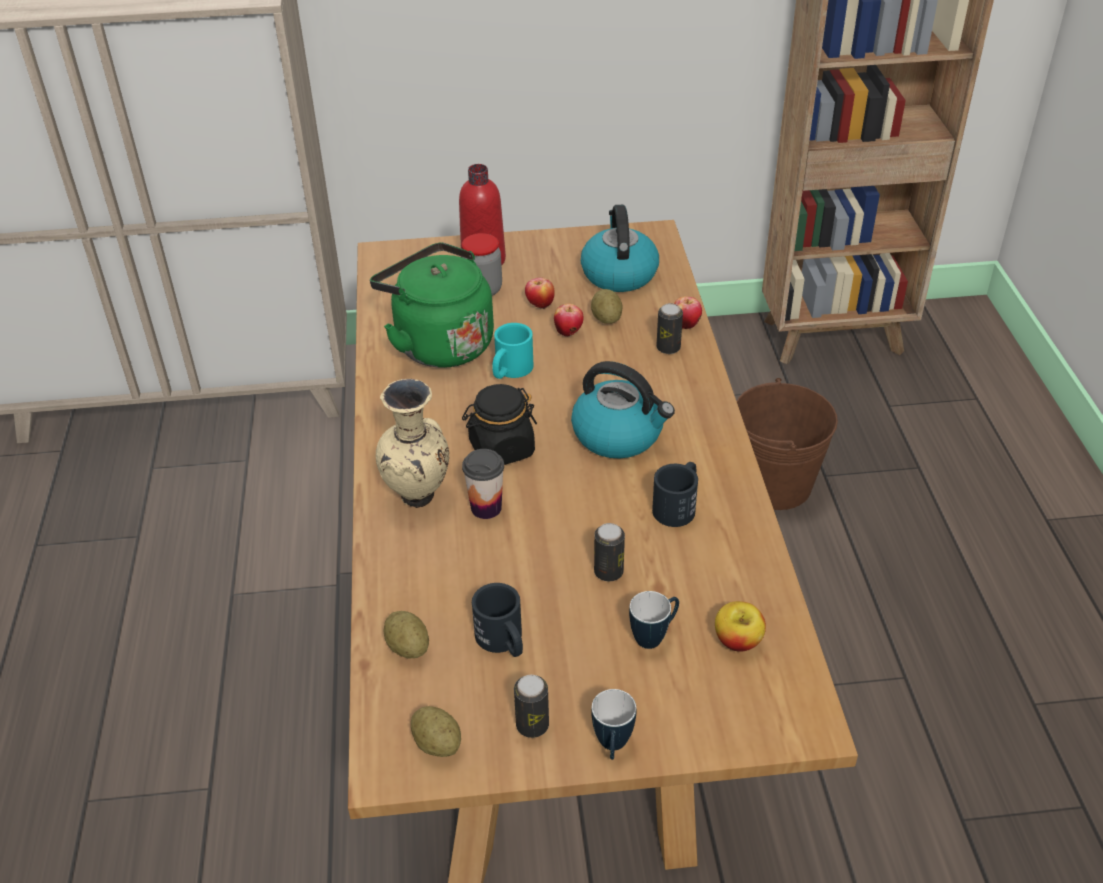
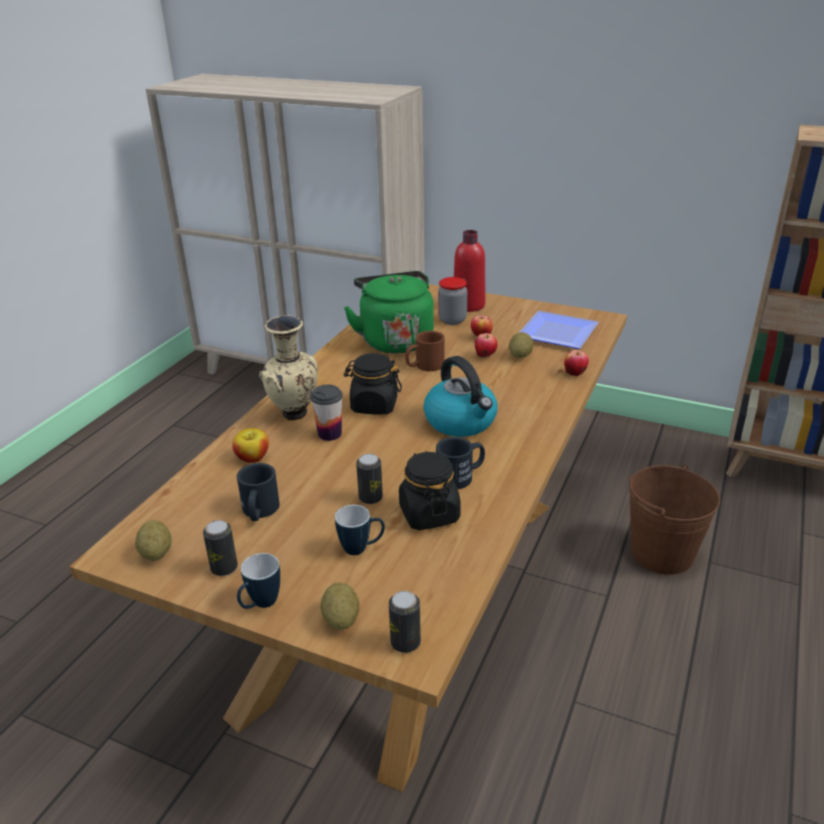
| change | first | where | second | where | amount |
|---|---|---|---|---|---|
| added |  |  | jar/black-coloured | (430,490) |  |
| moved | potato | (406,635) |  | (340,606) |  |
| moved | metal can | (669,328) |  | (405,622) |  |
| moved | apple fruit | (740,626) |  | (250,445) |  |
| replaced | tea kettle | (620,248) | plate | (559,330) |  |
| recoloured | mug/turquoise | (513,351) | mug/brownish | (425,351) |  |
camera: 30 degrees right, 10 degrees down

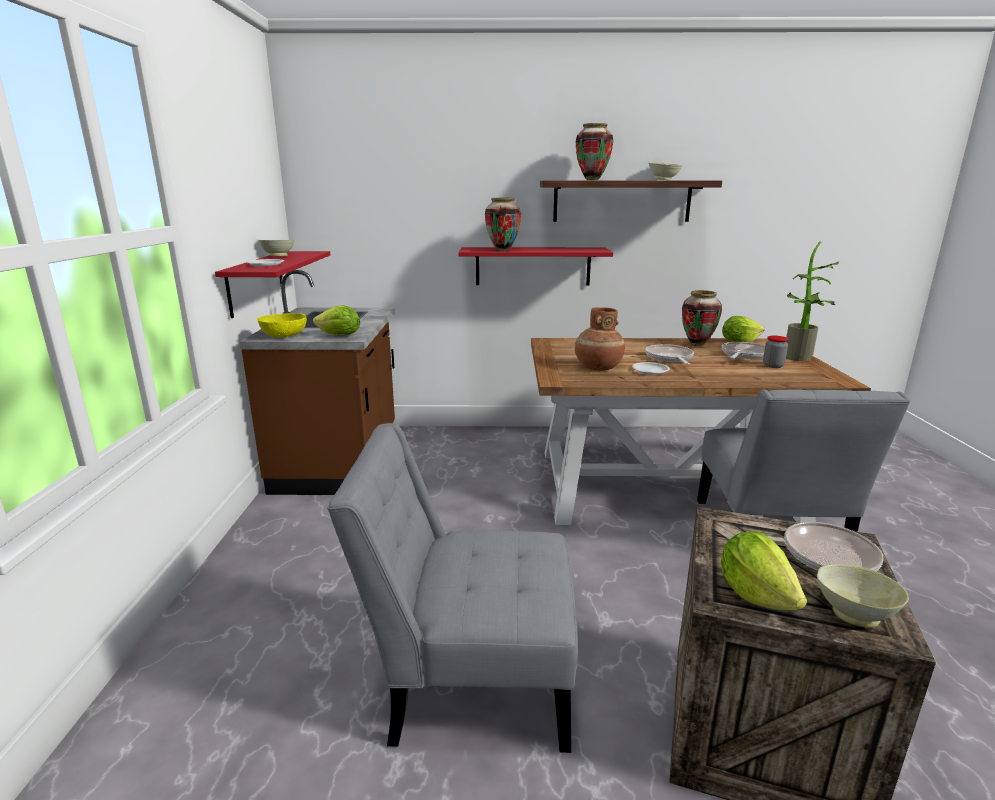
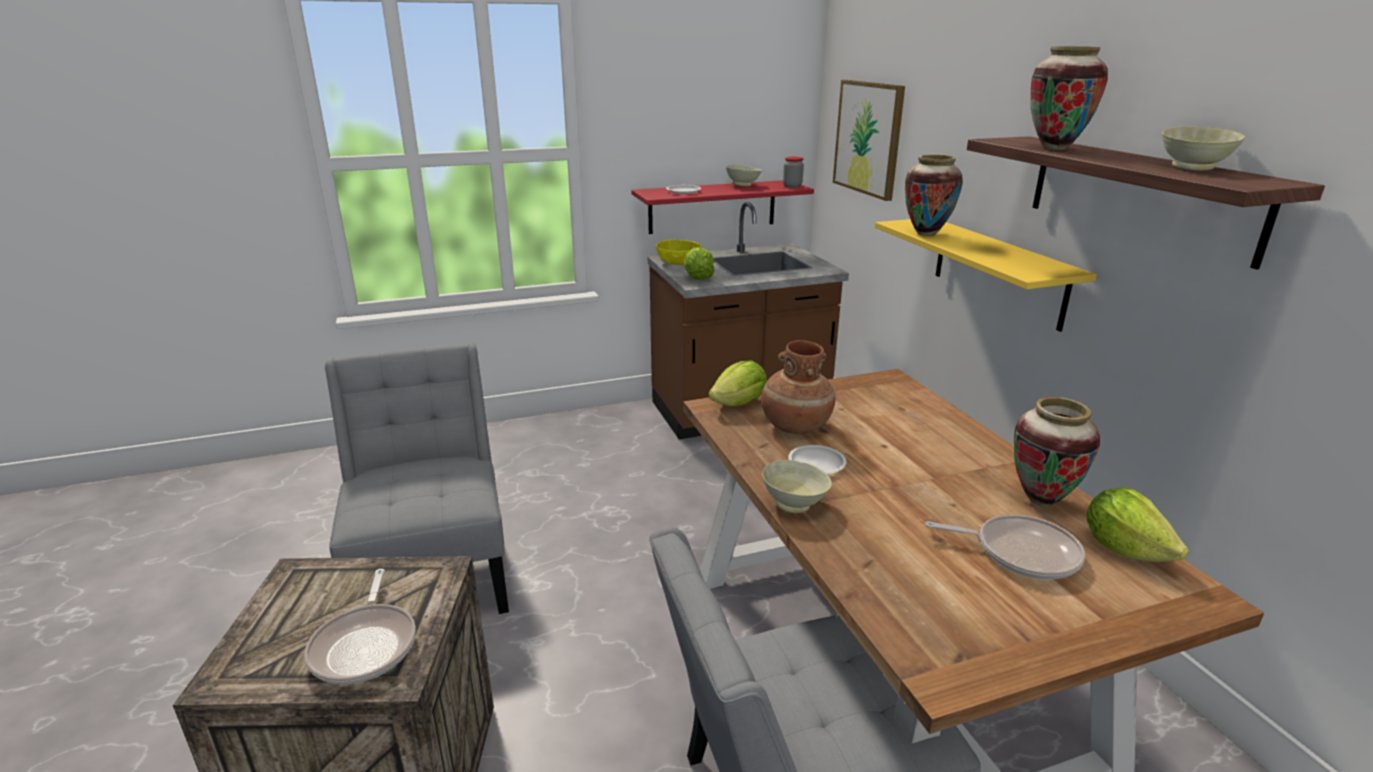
| change | first | where | second | where | amount |
|---|---|---|---|---|---|
| removed | pan | (669,354) |  |  |  |
| removed | plant in a pot | (812,301) |  |  |  |
| added |  |  | picture | (869,140) |  |
| moved | head of lettuce | (764,571) |  | (737,383) |  |
| moved | jar | (775,352) |  | (793,172) |  |
| moved | deep dish/sand-coloured | (863,596) |  | (797,486) |  |
| recoloured | bracket shelf/red | (535,266) | bracket shelf/yellow | (986,275) |  |
camera: 70 degrees right, 5 degrees up

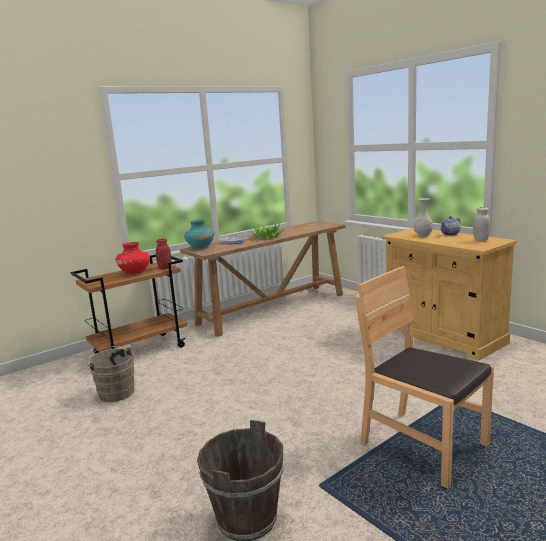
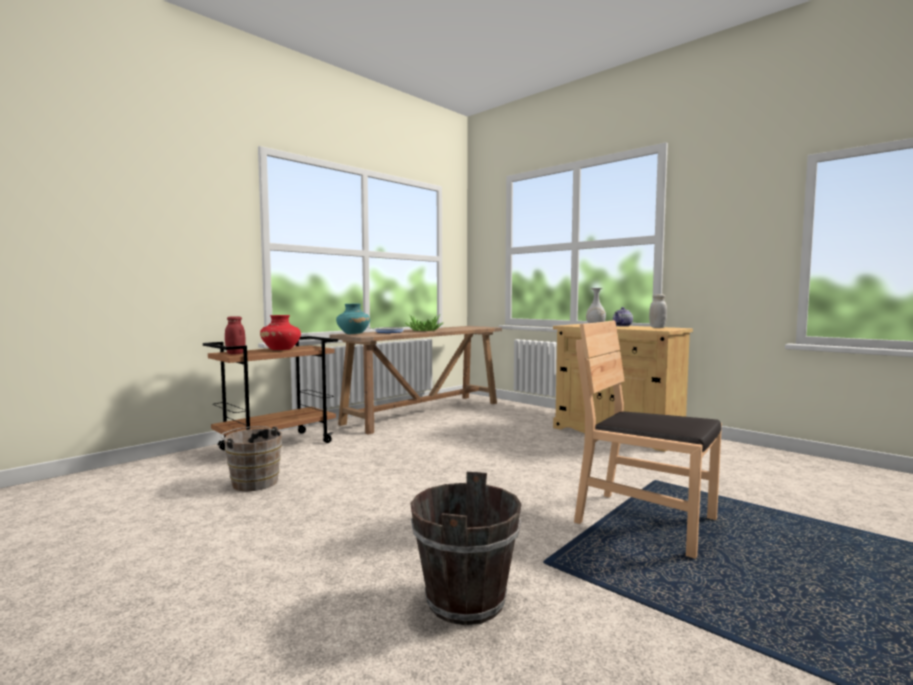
| change | first | where | second | where | amount |
|---|---|---|---|---|---|
| moved | jar/red | (164,254) |  | (235,335) |  |
camera: 10 degrees left, 10 degrees down

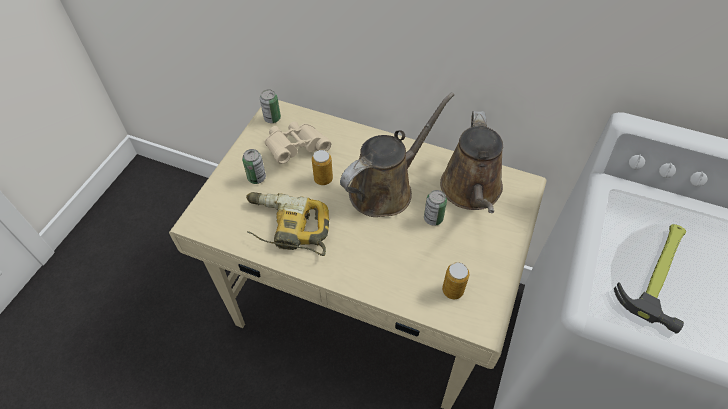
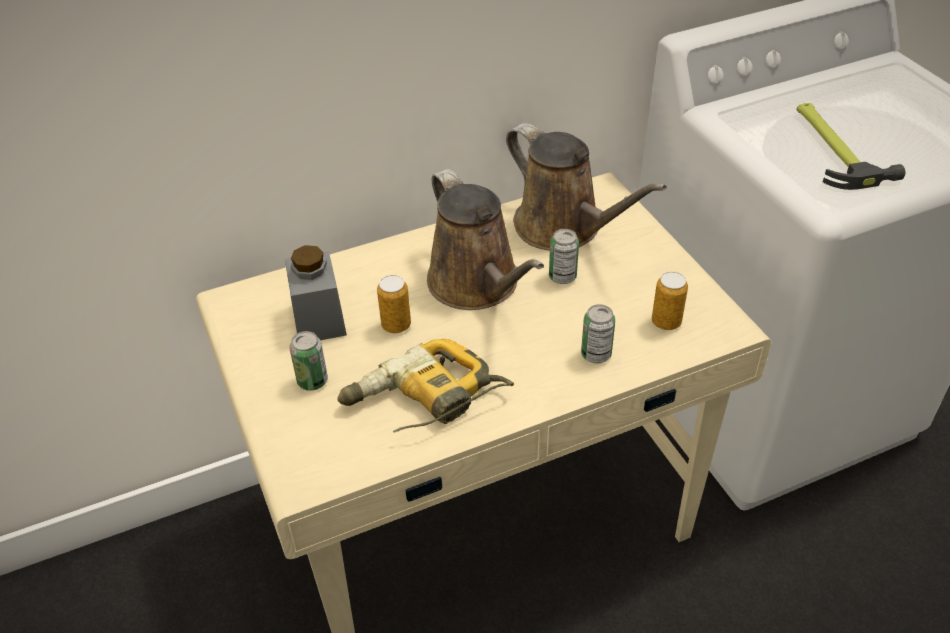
| change | first | where | second | where | amount |
|---|---|---|---|---|---|
| moved | metal can | (270,106) |  | (598,333) |  |
| replaced | pair of binoculars/sand-coloured | (298,142) | jar/greyish | (316,292) |  |
| turned | watering pot/brownish | (397,154) |  | (485,239) | 150 degrees clockwise |
camera: 45 degrees left, 10 degrees down

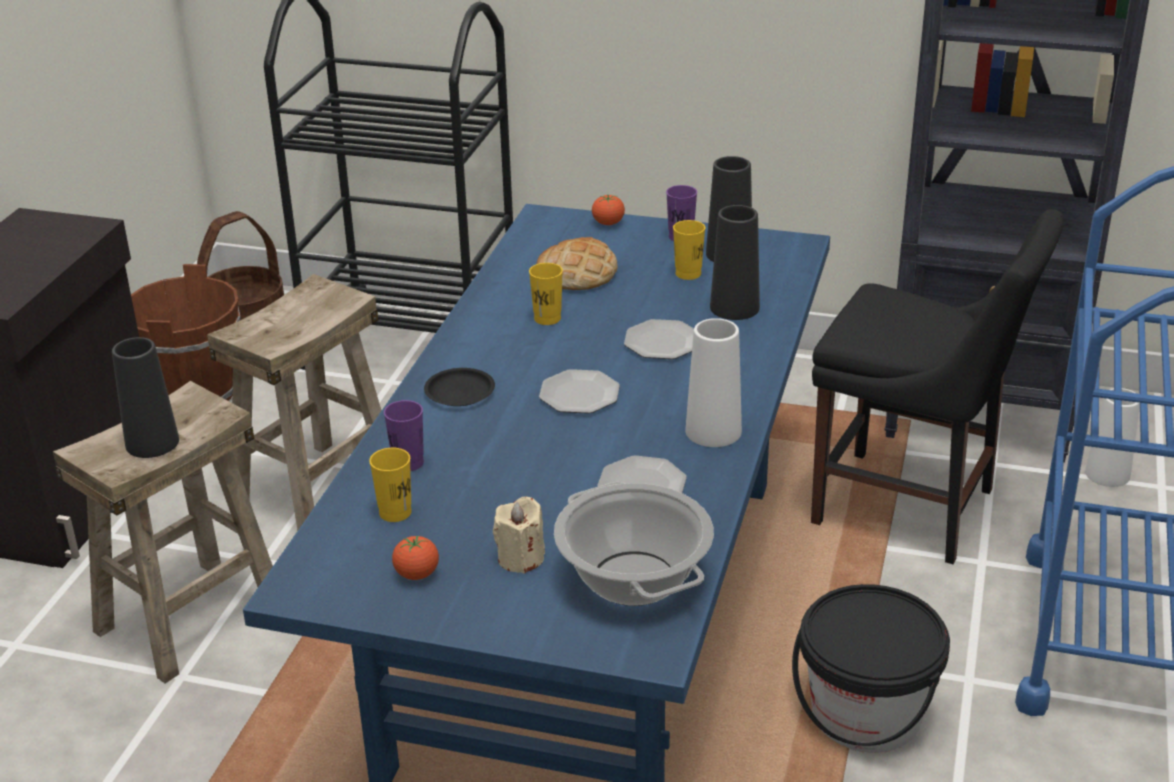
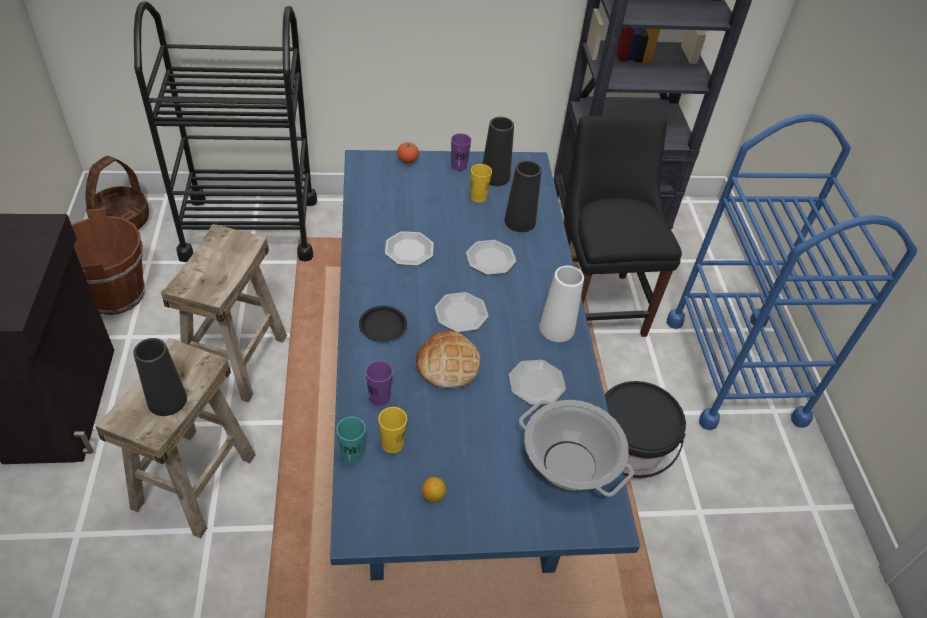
| change | first | where | second | where | amount |
|---|---|---|---|---|---|
| removed | wax candle/sand-coloured | (519,535) |  |  |  |
| removed | decorative vase/whitish | (1112,437) |  |  |  |
| added |  |  | cup/turquoise | (351,440) |  |
| moved | baked bread | (577,263) |  | (448,359) |  |
| replaced | tomato | (415,558) | citrus fruit | (434,489) |  |
| replaced | cup/yellow | (546,294) | plate | (409,248) |  |
| turned | chair/black-coloured | (937,386) |  | (622,226) | 105 degrees counterclockwise |
camera: 25 degrees left, 15 degrees up

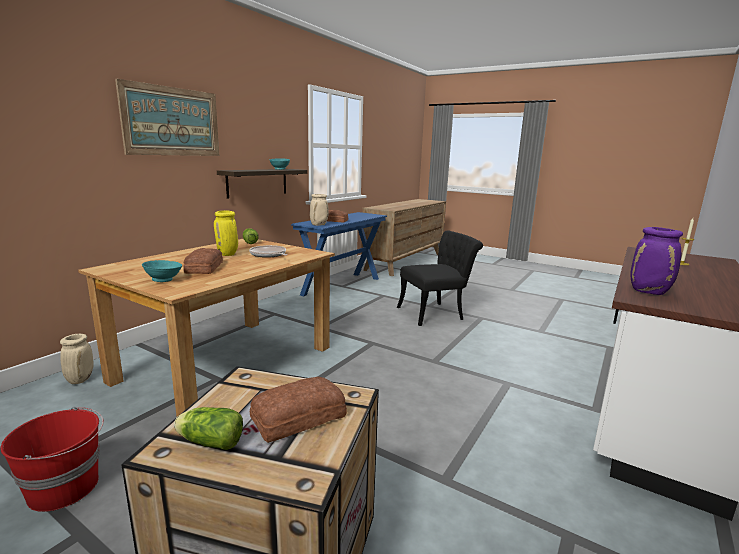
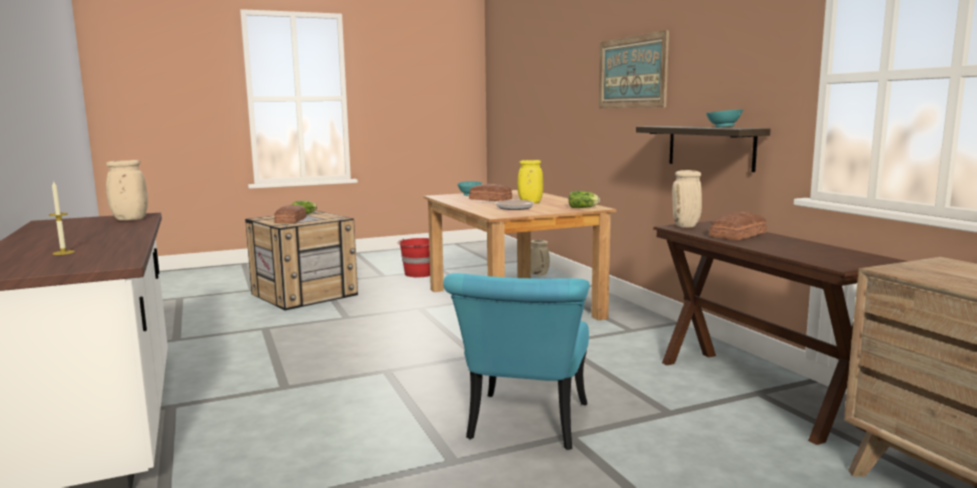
| change | first | where | second | where | amount |
|---|---|---|---|---|---|
| recoloured | hall table/blue-coloured | (339,254) | hall table/brownish | (780,333) |  |
| recoloured | chair/black-coloured | (440,278) | chair/turquoise | (516,361) |  |
| recoloured | decorative vase/purple | (656,261) | decorative vase/sand-coloured | (127,190) |  |
camera: 125 degrees right, 5 degrees down

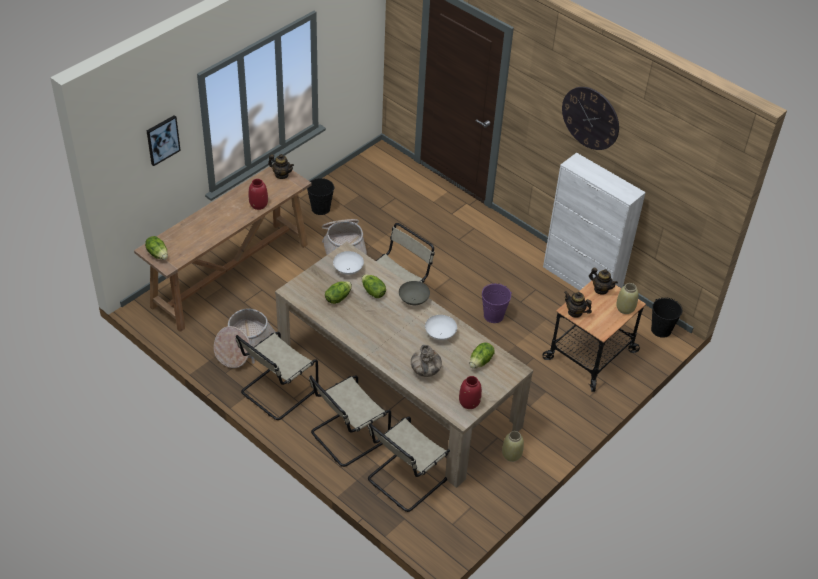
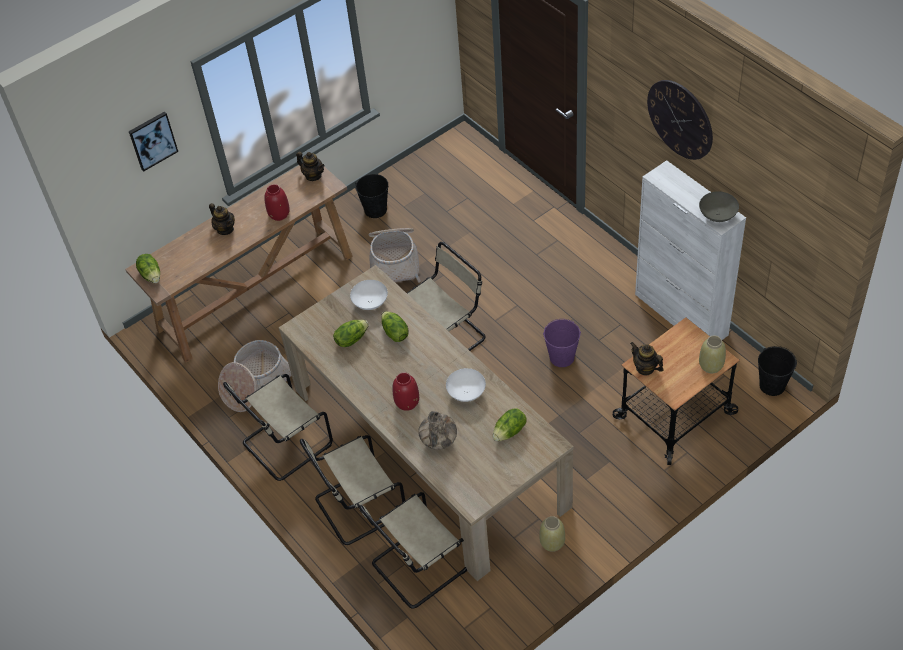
| change | first | where | second | where | amount |
|---|---|---|---|---|---|
| moved | deep dish/greyish | (414,293) |  | (719,206) |  |
| moved | decorative vase/red | (470,392) |  | (405,391) |  |
| moved | pot for tea | (603,281) |  | (222,219) |  |
camera: 15 degrees right, 5 degrees up

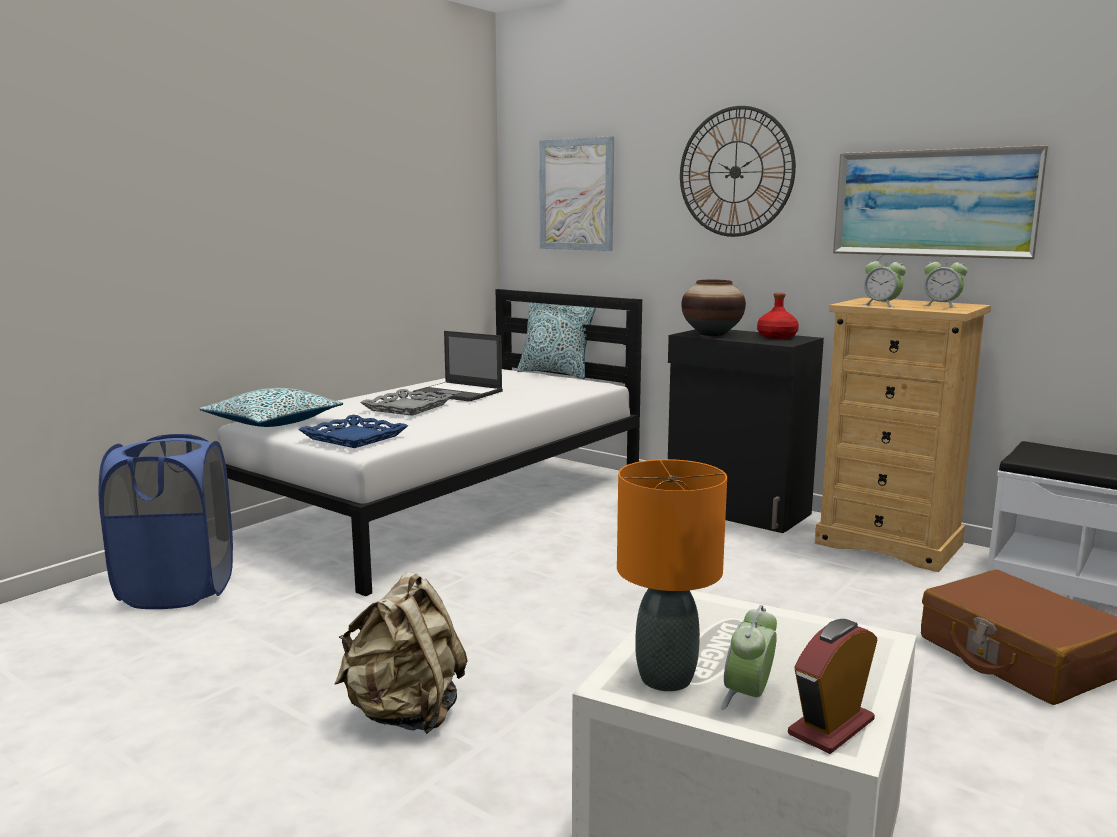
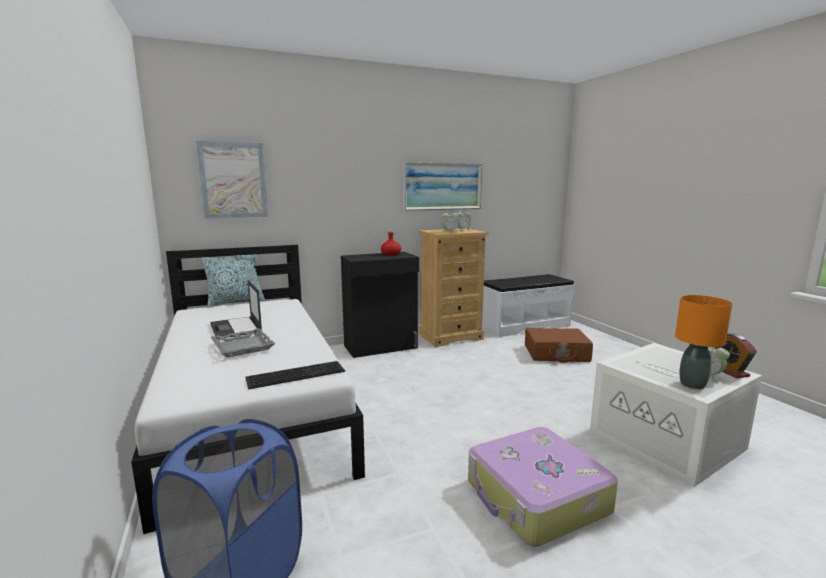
| change | first | where | second | where | amount |
|---|---|---|---|---|---|
| removed | cushion | (271,407) |  |  |  |
| removed | clock on the wall | (738,171) |  |  |  |
| removed | decorative vase | (713,308) |  |  |  |
| replaced | carrying tray/blue-coloured | (353,431) | keyboard | (295,375) |  |
| replaced | rucksack/sand-coloured | (401,653) | travel case | (543,487) |  |
| turned | notebook computer | (458,366) |  | (236,309) | 90 degrees clockwise |
camera: 60 degrees left, 0 degrees up

